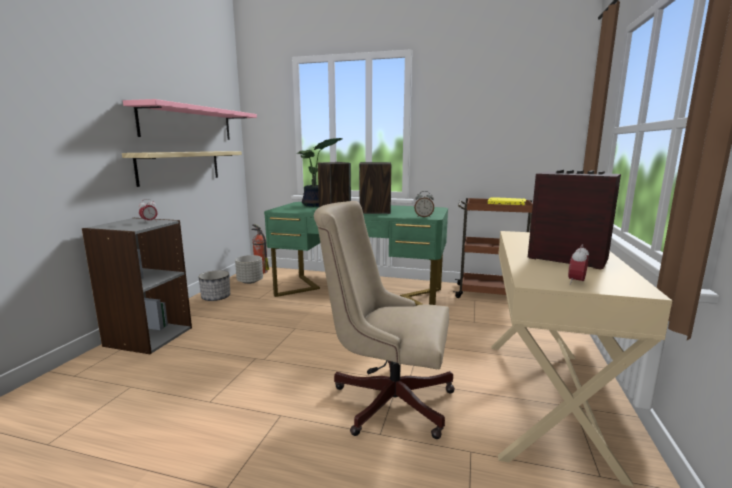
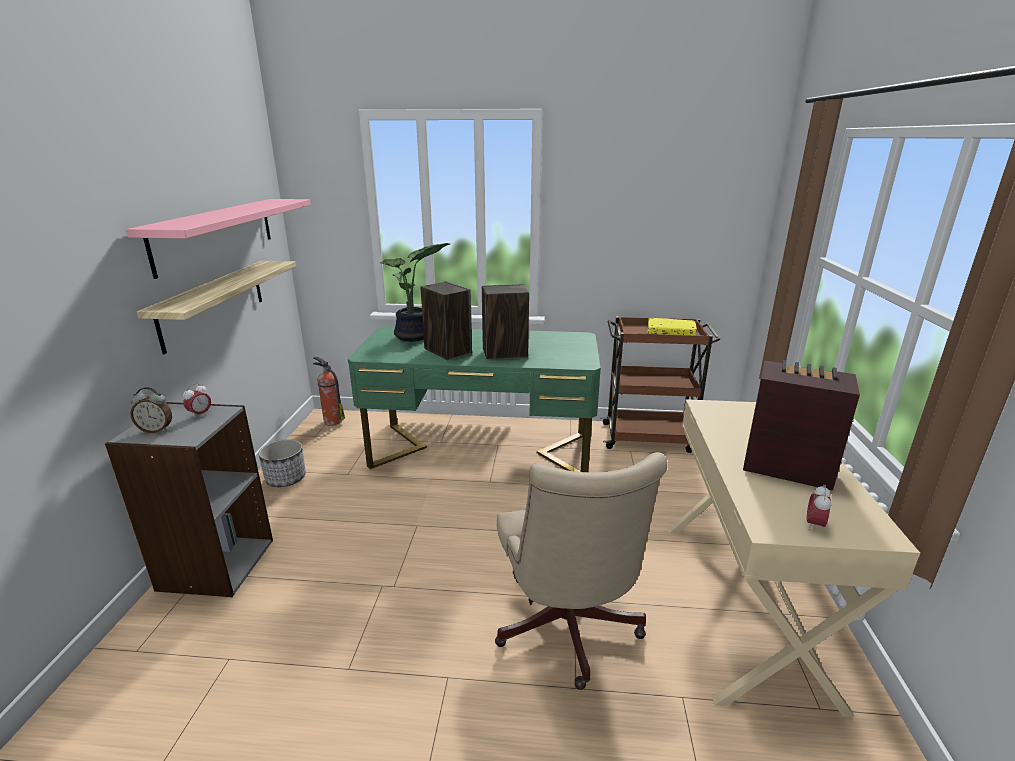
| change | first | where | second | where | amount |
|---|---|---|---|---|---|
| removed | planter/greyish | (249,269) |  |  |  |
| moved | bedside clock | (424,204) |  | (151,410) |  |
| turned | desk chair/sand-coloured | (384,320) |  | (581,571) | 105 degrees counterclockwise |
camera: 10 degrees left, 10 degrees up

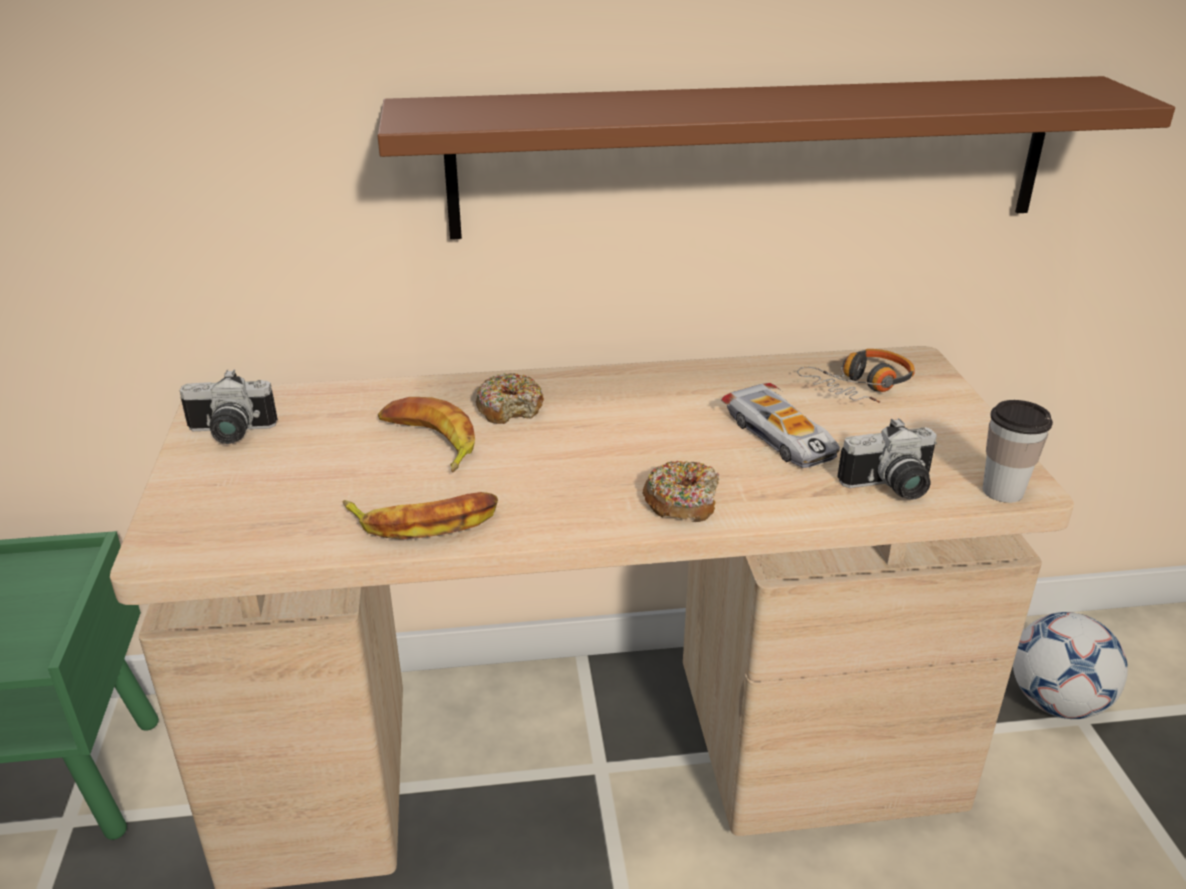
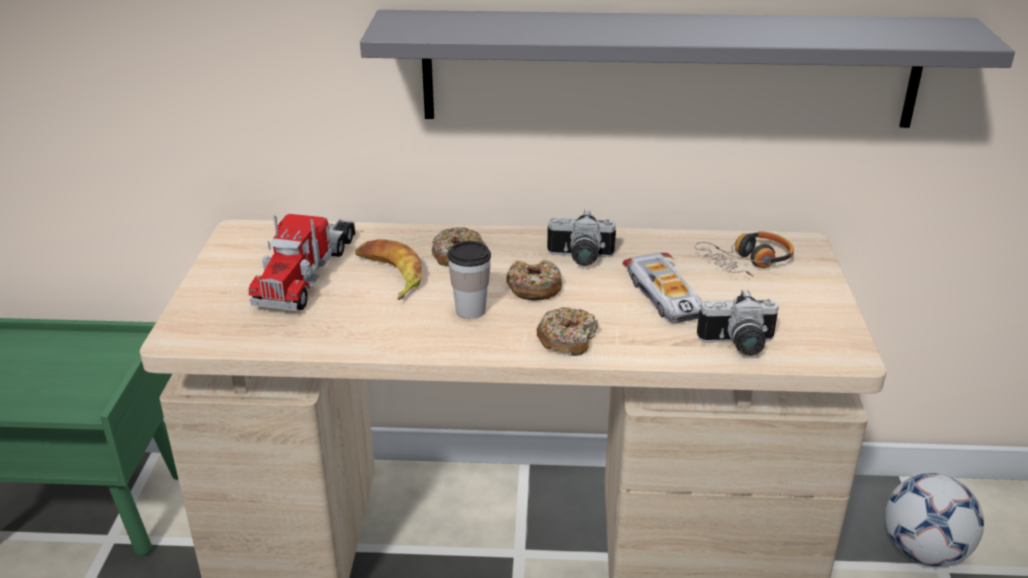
| change | first | where | second | where | amount |
|---|---|---|---|---|---|
| removed | banana fruit | (420,515) |  |  |  |
| added |  |  | toy lorry | (302,262) |  |
| added |  |  | donut | (534,280) |  |
| moved | still camera | (229,406) |  | (581,238) |  |
| moved | cup | (1018,451) |  | (469,280) |  |
| recoloured | bracket shelf/brownish | (776,157) | bracket shelf/greyish | (687,69) |  |
camera: 10 degrees right, 0 degrees up

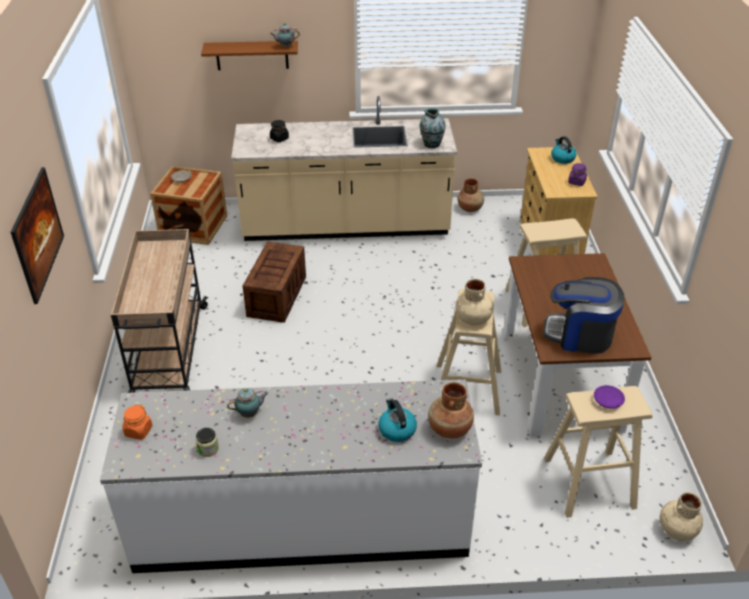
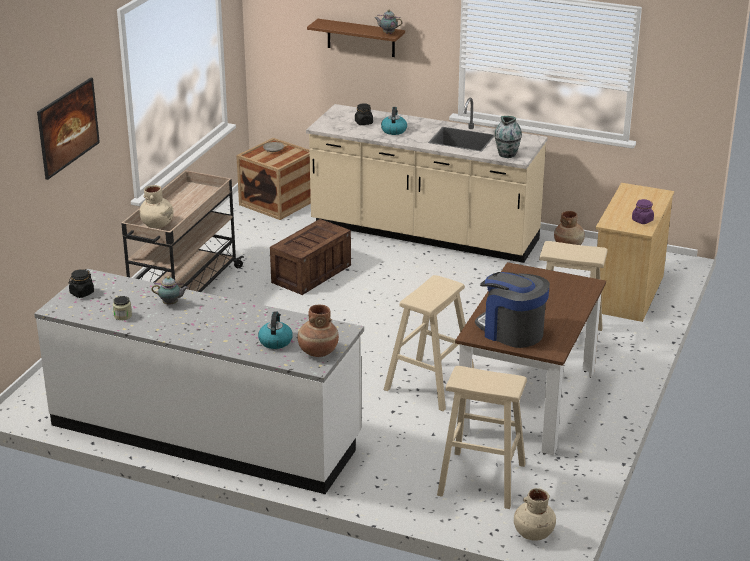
| change | first | where | second | where | amount |
|---|---|---|---|---|---|
| removed | plate/purple | (609,396) |  |  |  |
| moved | decorative vase/sand-coloured | (474,302) |  | (156,206) |  |
| moved | tea kettle | (564,150) |  | (394,121) |  |
| recoloured | jar/orange | (137,422) | jar/black-coloured | (81,283) |  |
camera: 25 degrees right, 10 degrees down

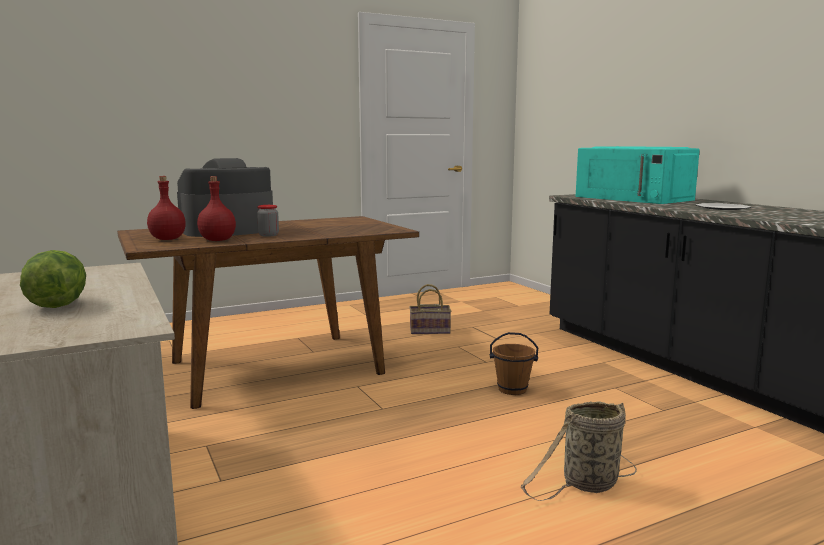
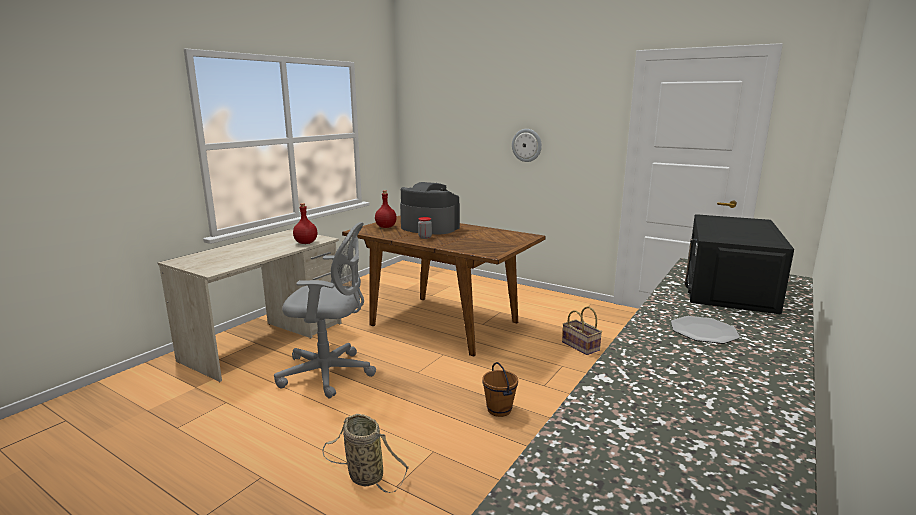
| change | first | where | second | where | amount |
|---|---|---|---|---|---|
| removed | head of lettuce | (53,279) |  |  |  |
| added |  |  | desk chair/greyish | (325,310) |  |
| added |  |  | clock on the wall | (527,145) |  |
| moved | drink bottle/red | (216,208) |  | (305,223) |  |
| recoloured | microwave oven/turquoise | (638,175) | microwave oven/black-coloured | (739,264) |  |
camera: 60 degrees right, 5 degrees up

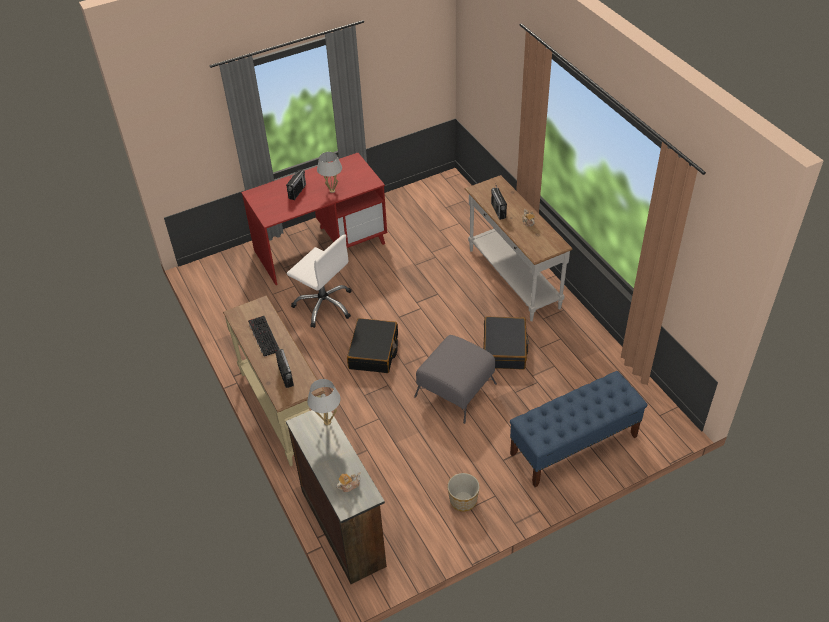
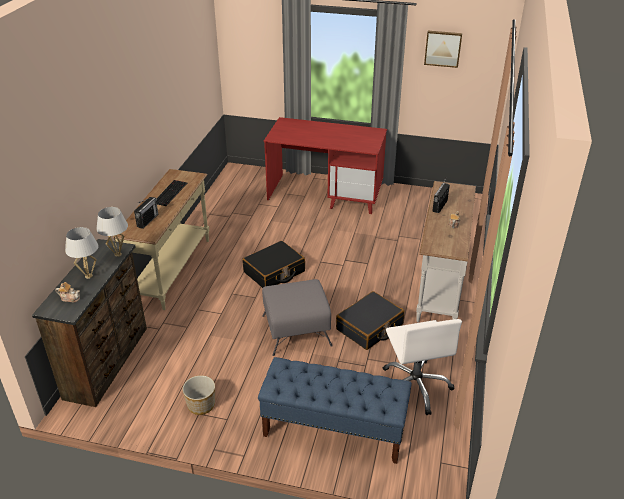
| change | first | where | second | where | amount |
|---|---|---|---|---|---|
| removed | radio receiver | (296,185) |  |  |  |
| added |  |  | picture | (443,49) |  |
| moved | desk chair/whitish | (319,281) |  | (422,367) |  |
| moved | table lamp/whitish | (329,172) |  | (82,253) |  |
camera: 40 degrees right, 10 degrees down

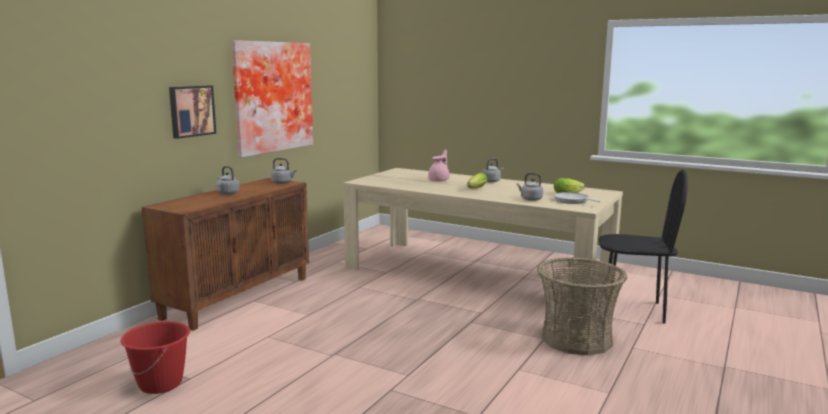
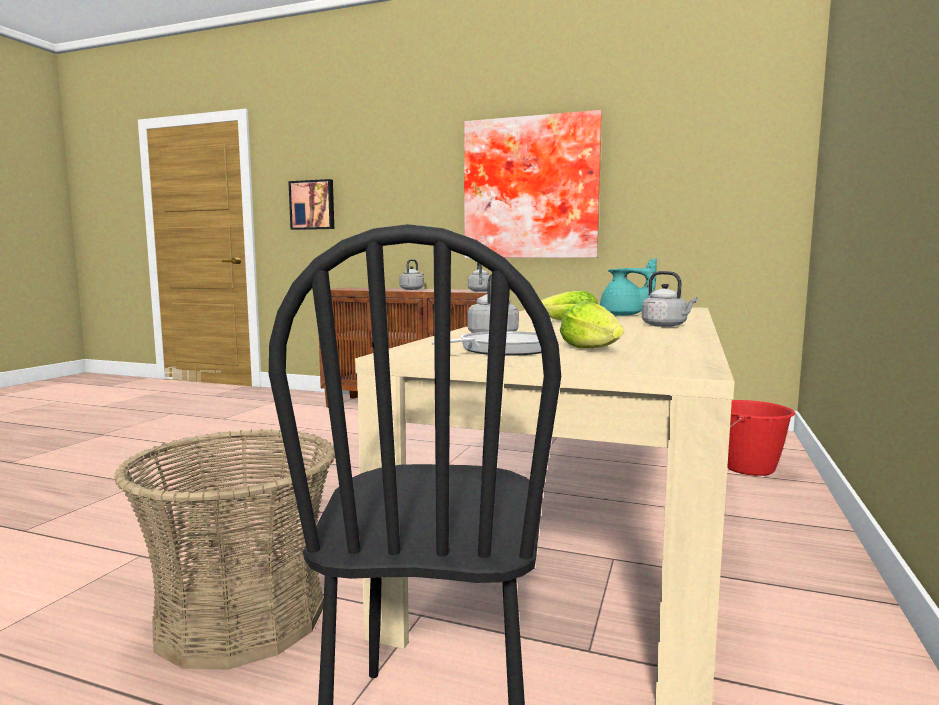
| change | first | where | second | where | amount |
|---|---|---|---|---|---|
| moved | pail/red | (155,357) |  | (761,438) |  |
| moved | picture | (192,112) |  | (311,204) |  |
| recoloured | pot for tea/pink-coloured | (439,165) | pot for tea/turquoise | (628,287) |  |
camera: 80 degrees right, 5 degrees down

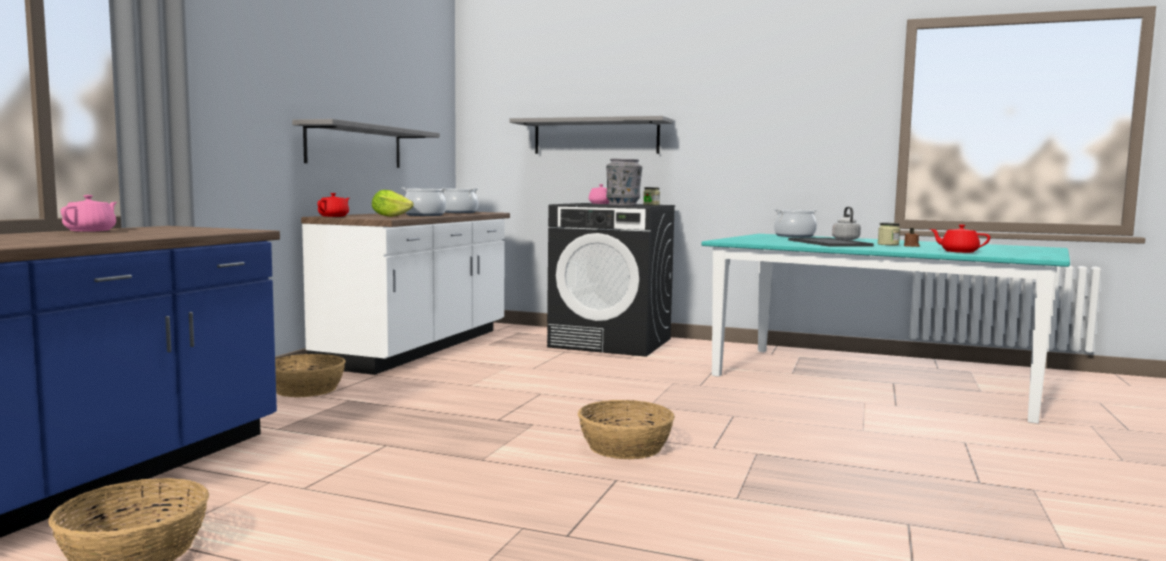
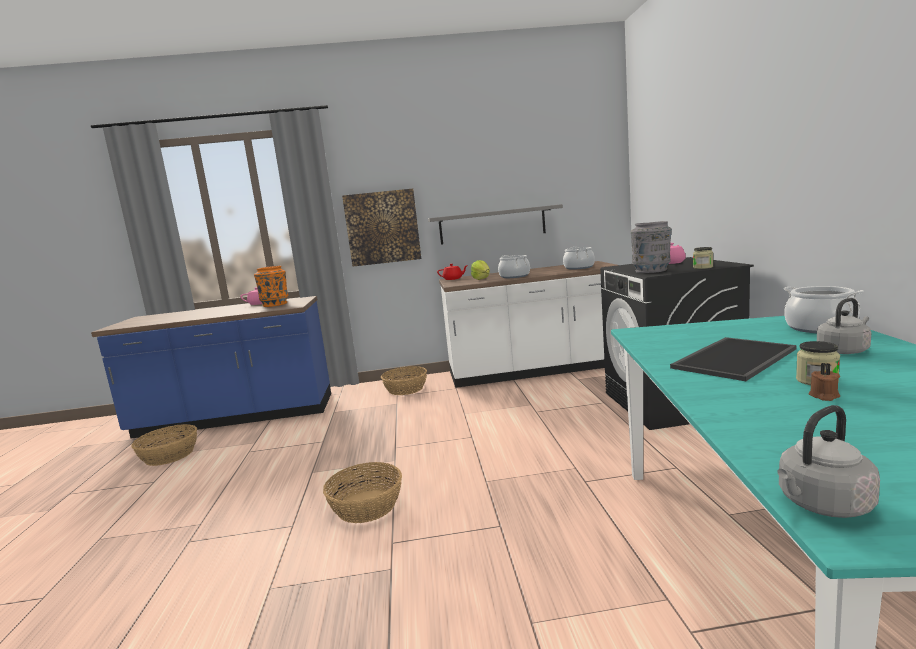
| change | first | where | second | where | amount |
|---|---|---|---|---|---|
| removed | bracket shelf/greyish | (591,135) |  |  |  |
| removed | pot for tea/red | (960,239) |  |  |  |
| added |  |  | decorative vase/orange | (271,286) |  |
| added |  |  | picture | (381,227) |  |
| added |  |  | tea kettle/greyish | (829,461) |  |
camera: 65 degrees right, 5 degrees up

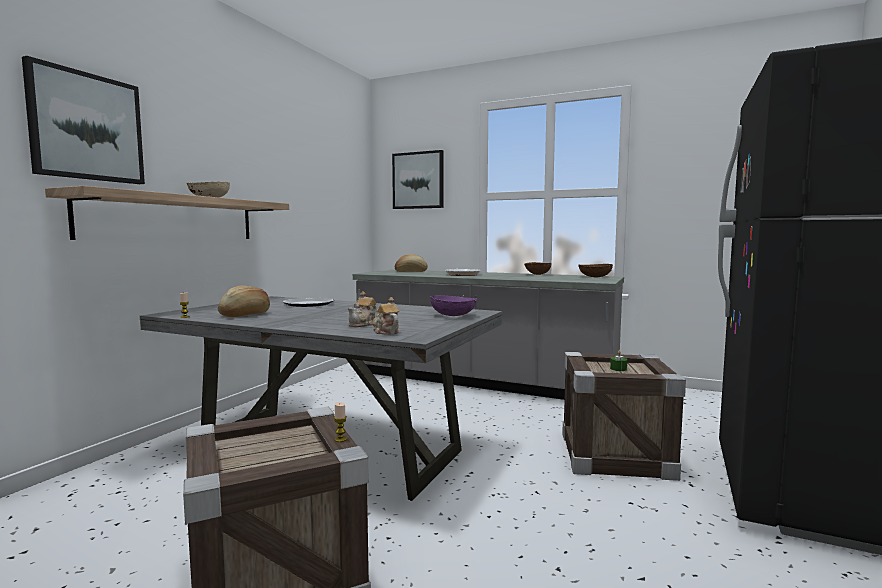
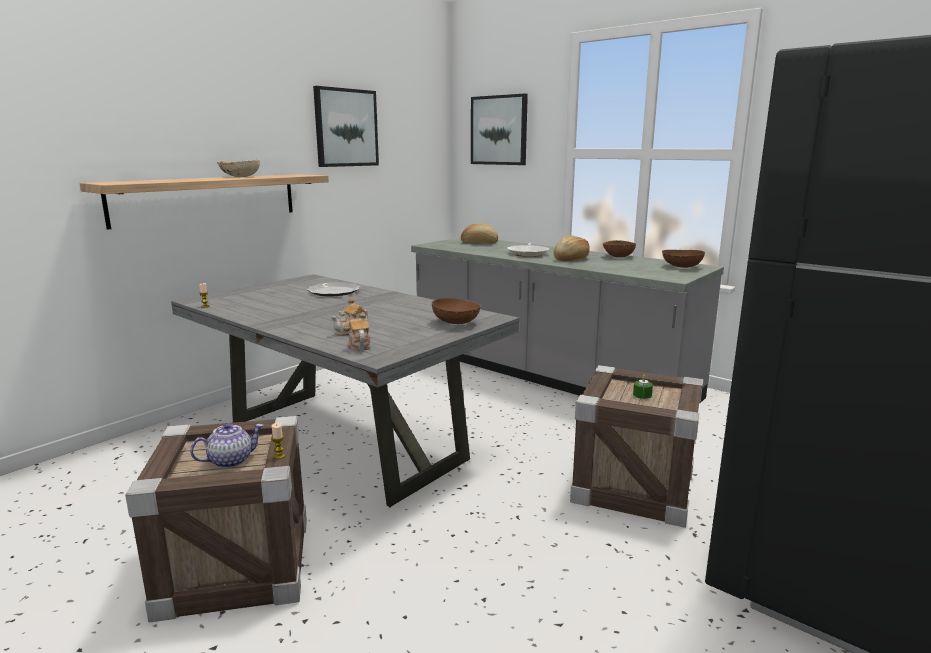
| change | first | where | second | where | amount |
|---|---|---|---|---|---|
| added |  |  | pot for tea | (227,445) |  |
| moved | picture | (83,120) |  | (346,126) |  |
| moved | baked bread | (244,301) |  | (571,248) |  |
| recoloured | deep dish/purple | (453,305) | deep dish/brownish | (456,311) |  |
camera: 15 degrees right, 10 degrees up

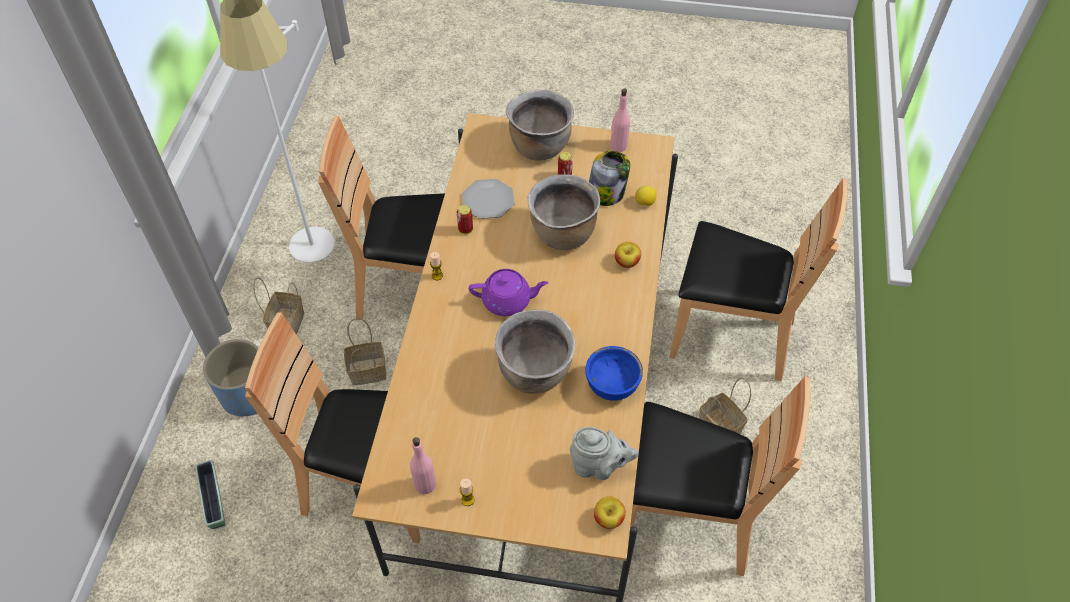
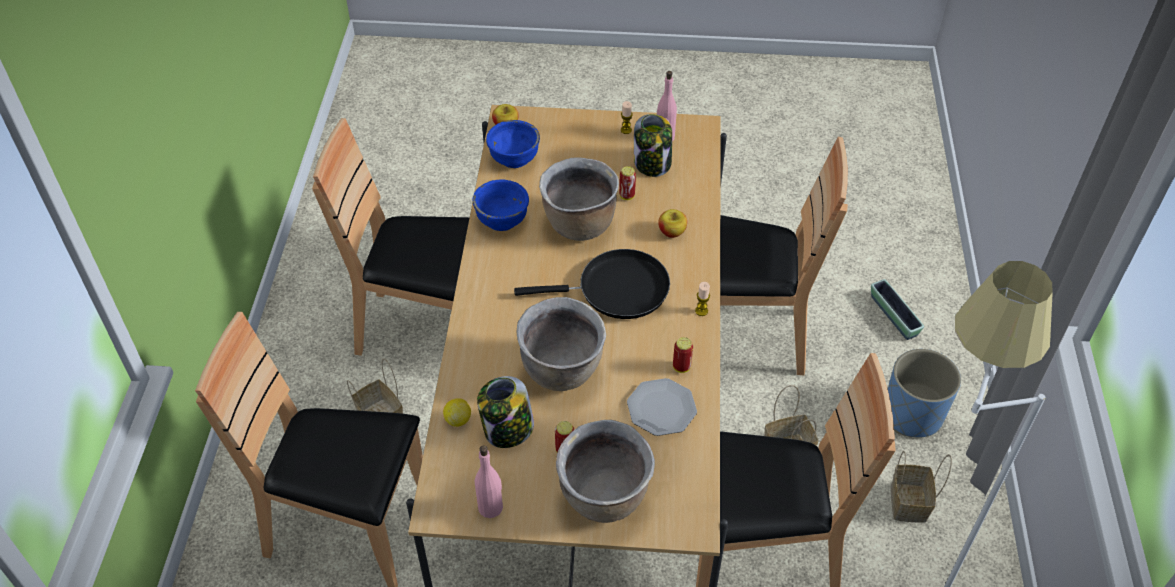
| change | first | where | second | where | amount |
|---|---|---|---|---|---|
| added |  |  | metal can | (627,183) |  |
| added |  |  | jar | (653,145) |  |
| moved | apple fruit | (628,255) |  | (672,223) |  |
| replaced | pot for tea/purple | (508,292) | pan/black-coloured | (592,284) |  |
| replaced | pot for tea/greyish | (604,453) | deep dish/blue-coloured | (513,144) |  |
camera: 175 degrees right, 5 degrees down

